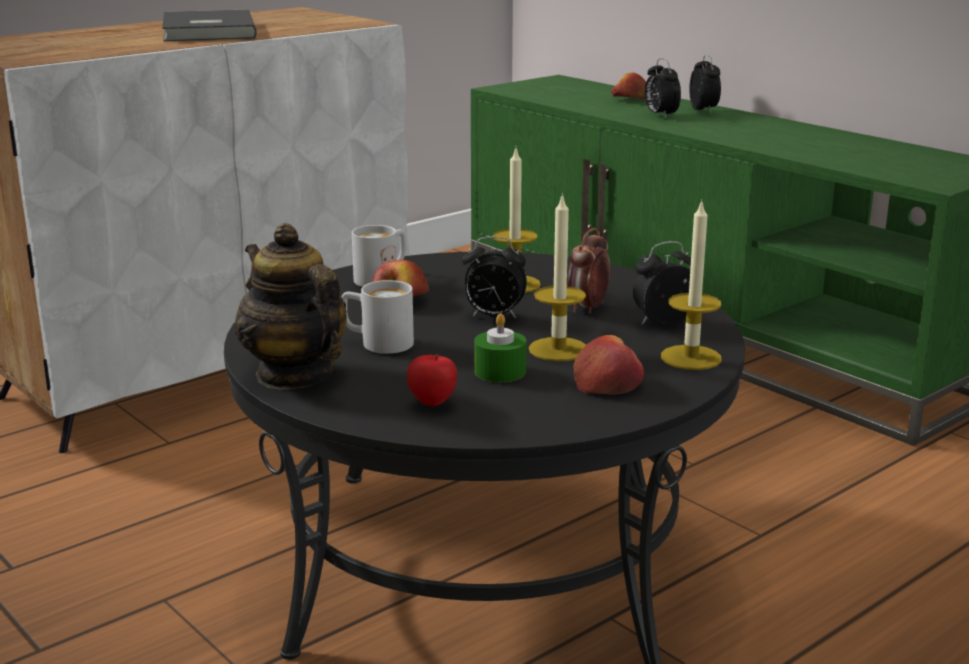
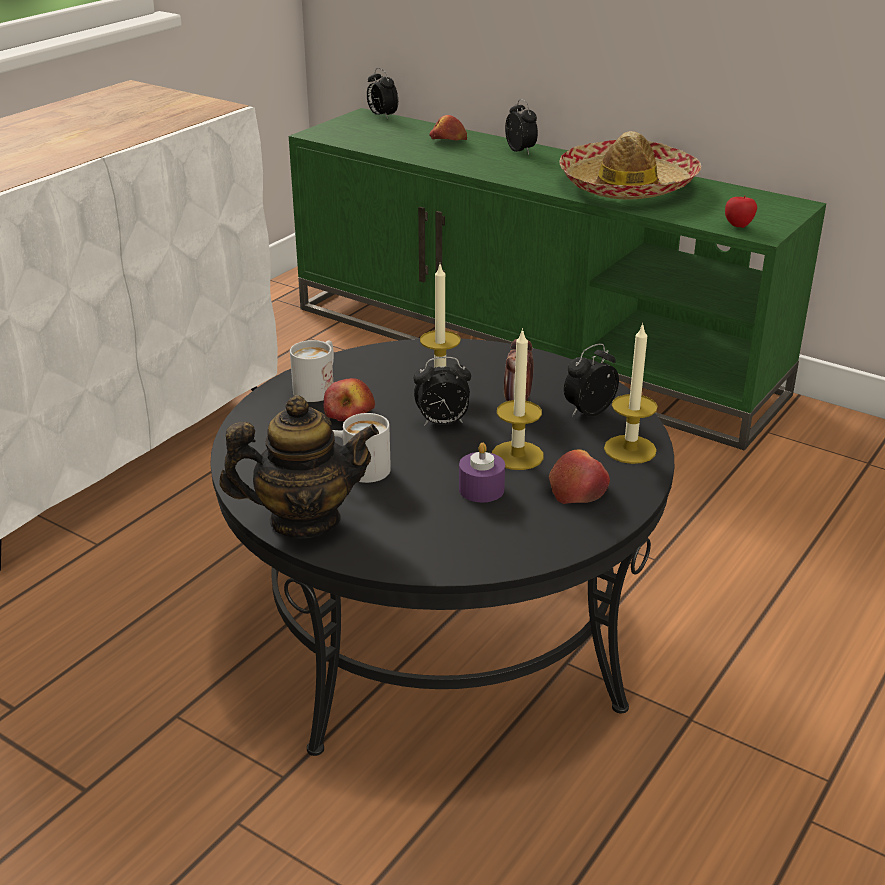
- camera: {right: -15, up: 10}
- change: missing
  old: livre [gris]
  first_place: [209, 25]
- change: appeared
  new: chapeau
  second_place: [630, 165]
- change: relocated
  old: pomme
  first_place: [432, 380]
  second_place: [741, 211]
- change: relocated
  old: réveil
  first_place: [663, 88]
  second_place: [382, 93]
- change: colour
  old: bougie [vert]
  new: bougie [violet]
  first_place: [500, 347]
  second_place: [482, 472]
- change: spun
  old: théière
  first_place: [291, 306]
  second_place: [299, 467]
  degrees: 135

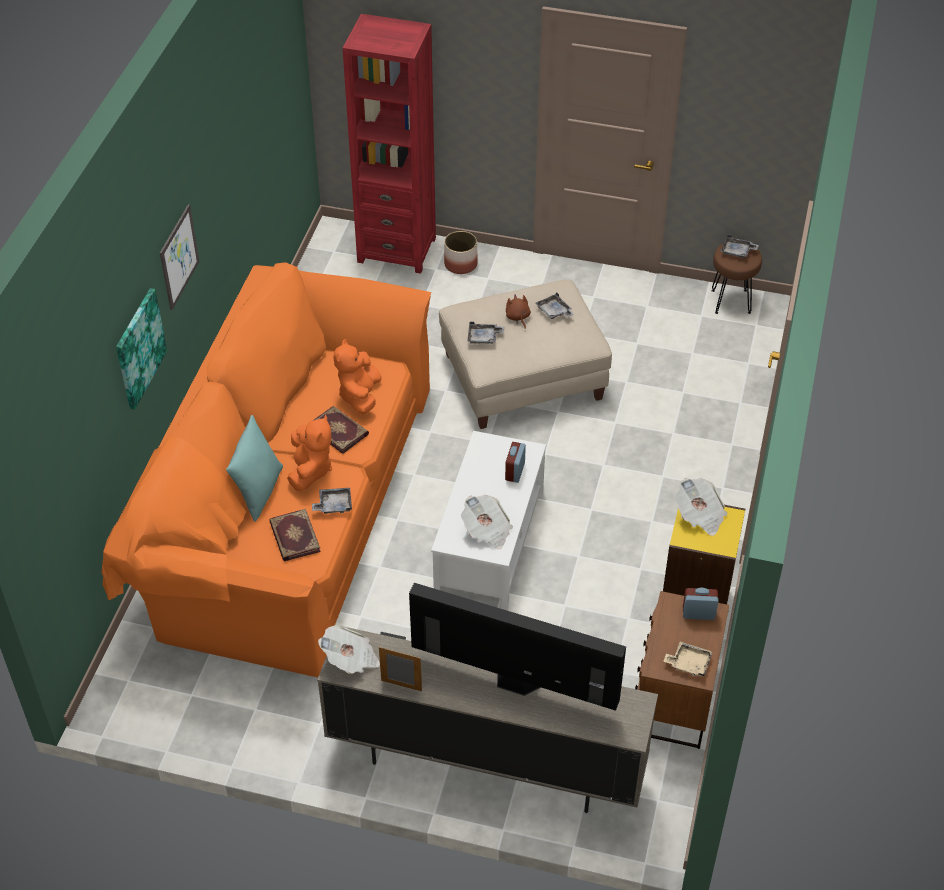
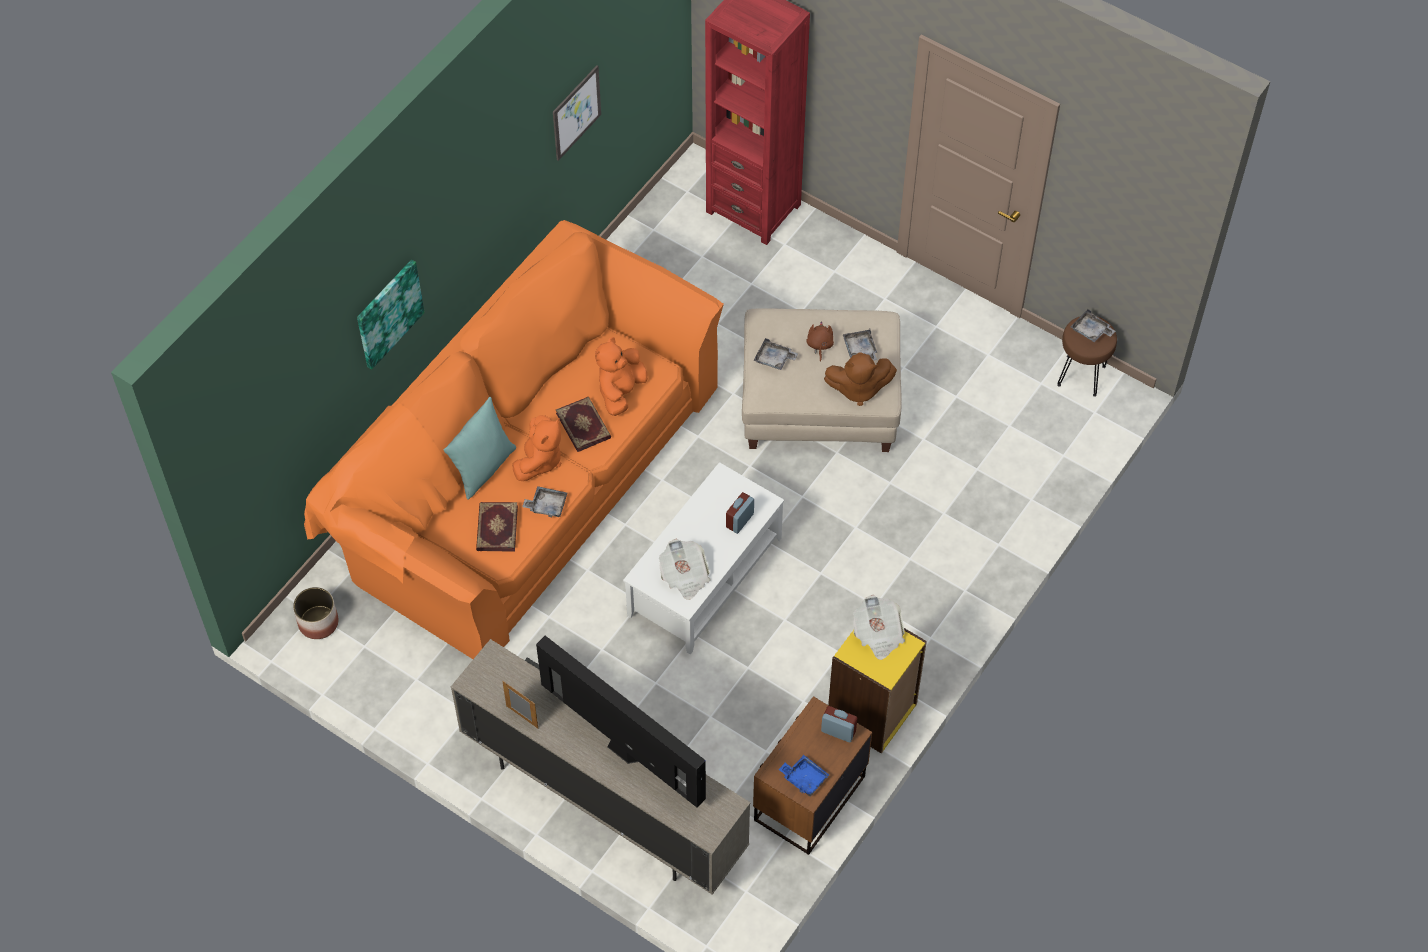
- camera: {right: 20, up: 10}
- change: missing
  old: journal
  first_place: [349, 649]
- change: appeared
  new: peluche [marron]
  second_place: [860, 379]
- change: relocated
  old: tableau
  first_place: [179, 257]
  second_place: [577, 113]
- change: relocated
  old: cache-pot
  first_place: [461, 252]
  second_place: [316, 613]
- change: colour
  old: plateau [beige]
  new: plateau [bleu]
  first_place: [687, 659]
  second_place: [803, 775]

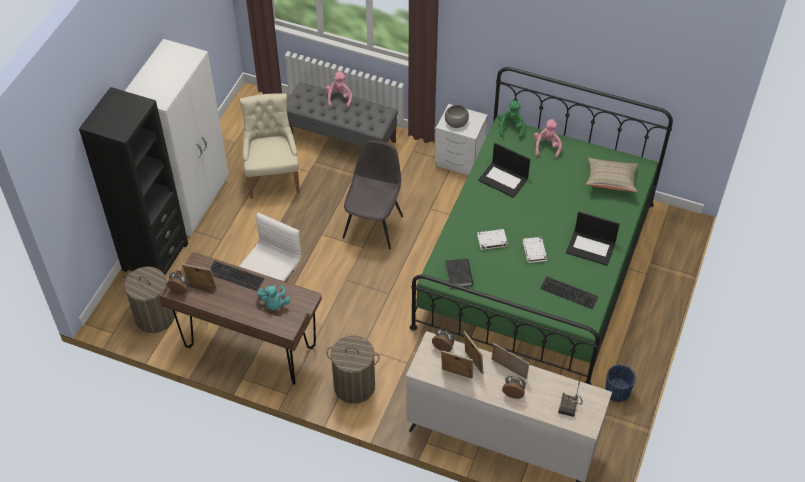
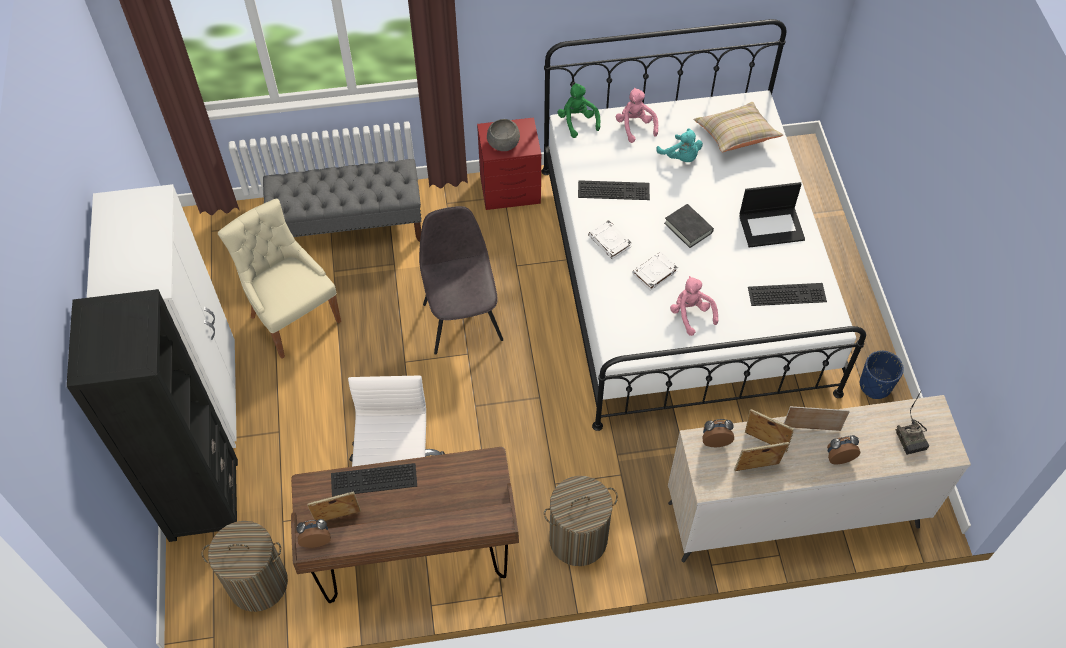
- camera: {right: -30, up: 5}
- change: relocated
  old: peluche [turquoise]
  first_place: [273, 297]
  second_place: [679, 145]
- change: relocated
  old: peluche [rose]
  first_place: [338, 89]
  second_place: [694, 306]
- change: relocated
  old: livre [noir]
  first_place: [459, 273]
  second_place: [689, 226]
- change: relocated
  old: livre [blanc]
  first_place: [534, 250]
  second_place: [610, 239]
- change: exchanged
  old: ordinateur portable
  new: clavier
  first_place: [504, 170]
  second_place: [614, 190]
- change: colour
  old: lit [vert]
  new: lit [blanc]
  first_place: [541, 226]
  second_place: [703, 225]
- change: colour
  old: table de chevet [blanc]
  new: table de chevet [rouge]
  first_place: [461, 139]
  second_place: [509, 163]

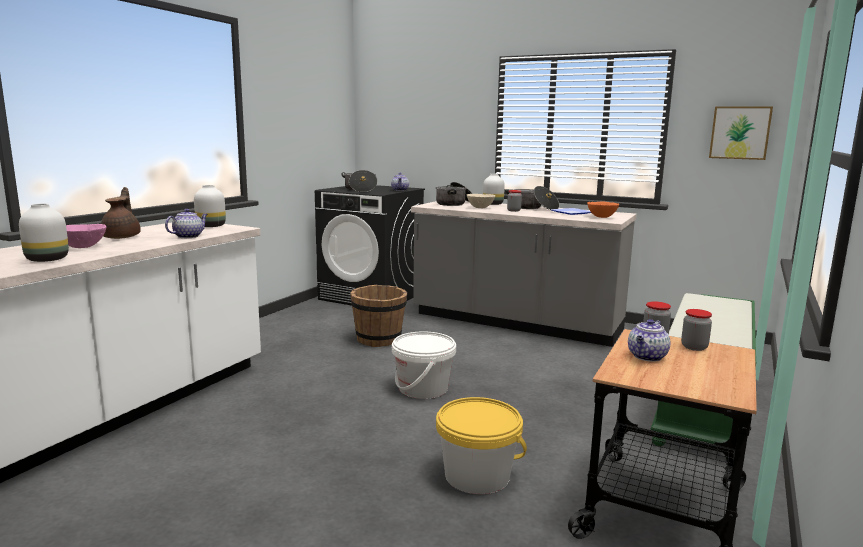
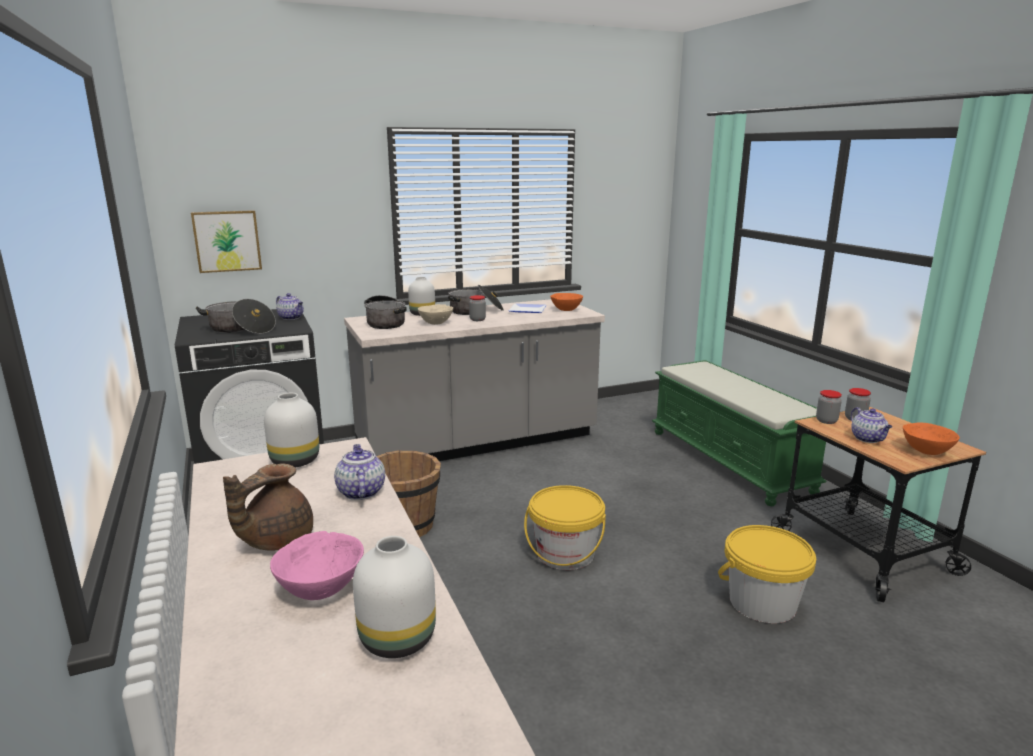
- camera: {right: -50, up: 5}
- change: appeared
  new: bol [orange]
  second_place: [931, 439]
- change: relocated
  old: tableau
  first_place: [741, 133]
  second_place: [226, 241]
- change: colour
  old: seau [blanc]
  new: seau [jaune]
  first_place: [424, 365]
  second_place: [565, 527]
- change: spun
  old: théière [marron]
  first_place: [121, 213]
  second_place: [268, 507]
  degrees: -90

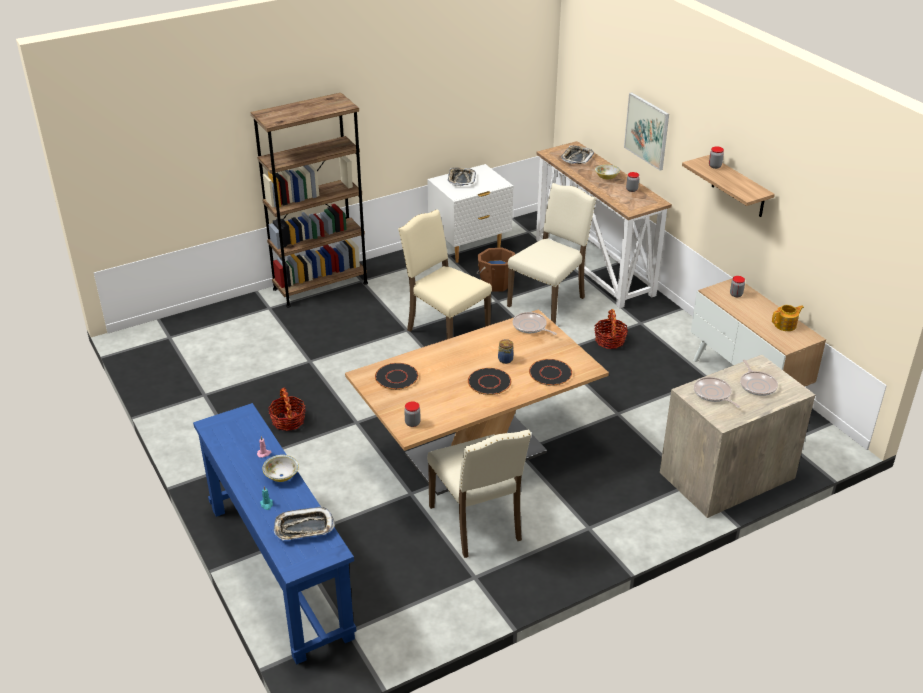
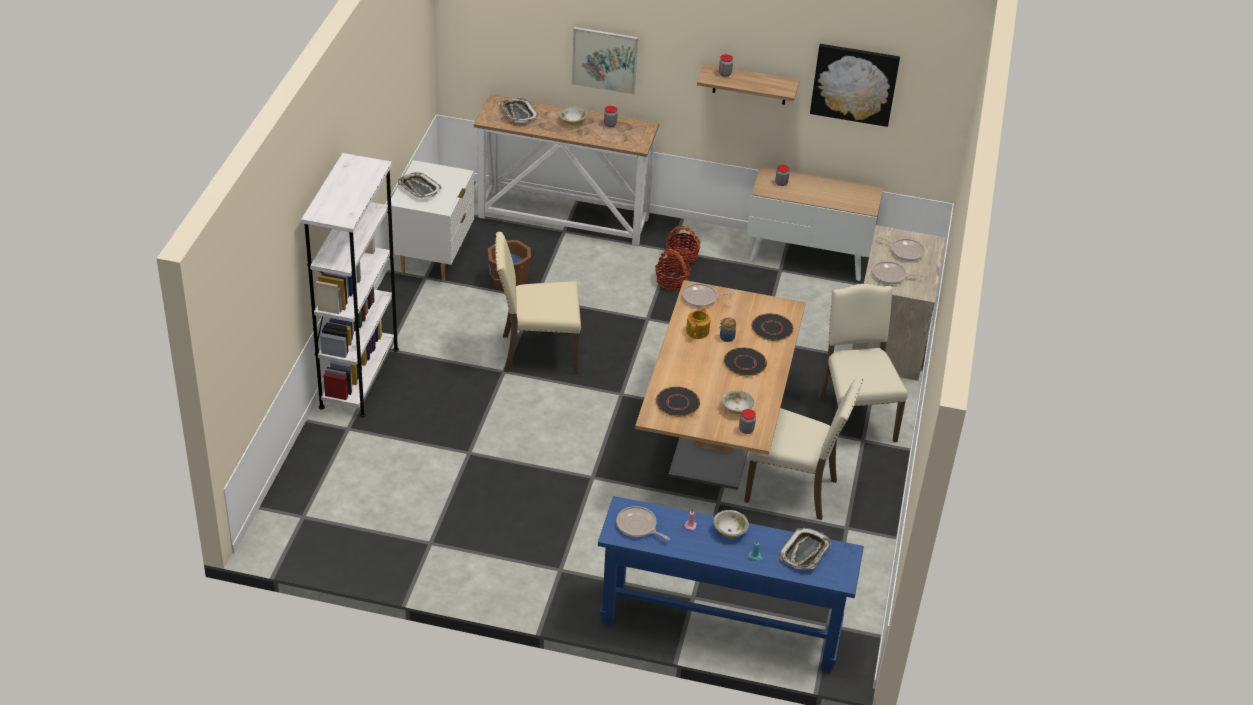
- camera: {right: -50, up: 5}
- change: appeared
  new: poêle
  second_place: [643, 523]
- change: appeared
  new: bol
  second_place: [738, 402]
- change: appeared
  new: tableau
  second_place: [855, 85]
- change: relocated
  old: panier
  first_place: [287, 409]
  second_place: [683, 245]
- change: relocated
  old: chaise [beige]
  first_place: [552, 253]
  second_place: [863, 362]
- change: relocated
  old: théière
  first_place: [788, 318]
  second_place: [698, 322]
- change: colour
  old: bibliothèque [marron]
  new: bibliothèque [blanc]
  first_place: [309, 200]
  second_place: [350, 285]

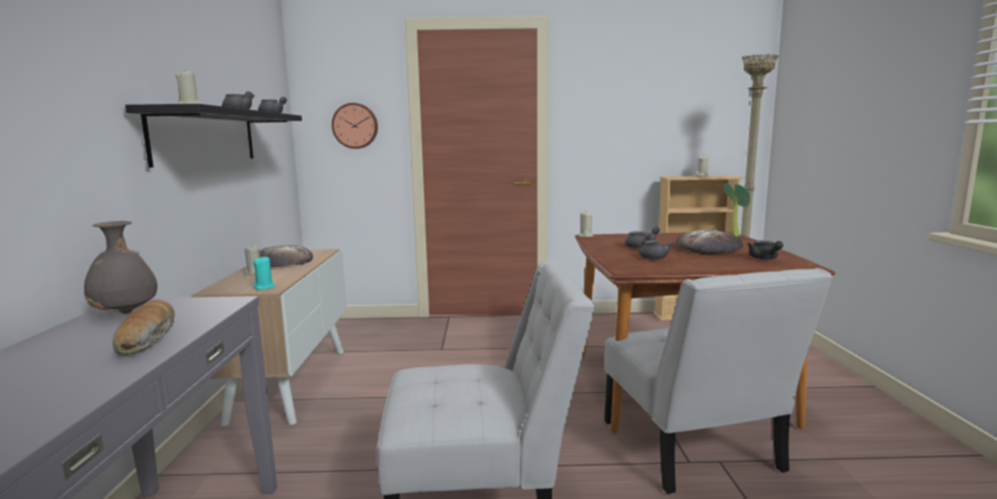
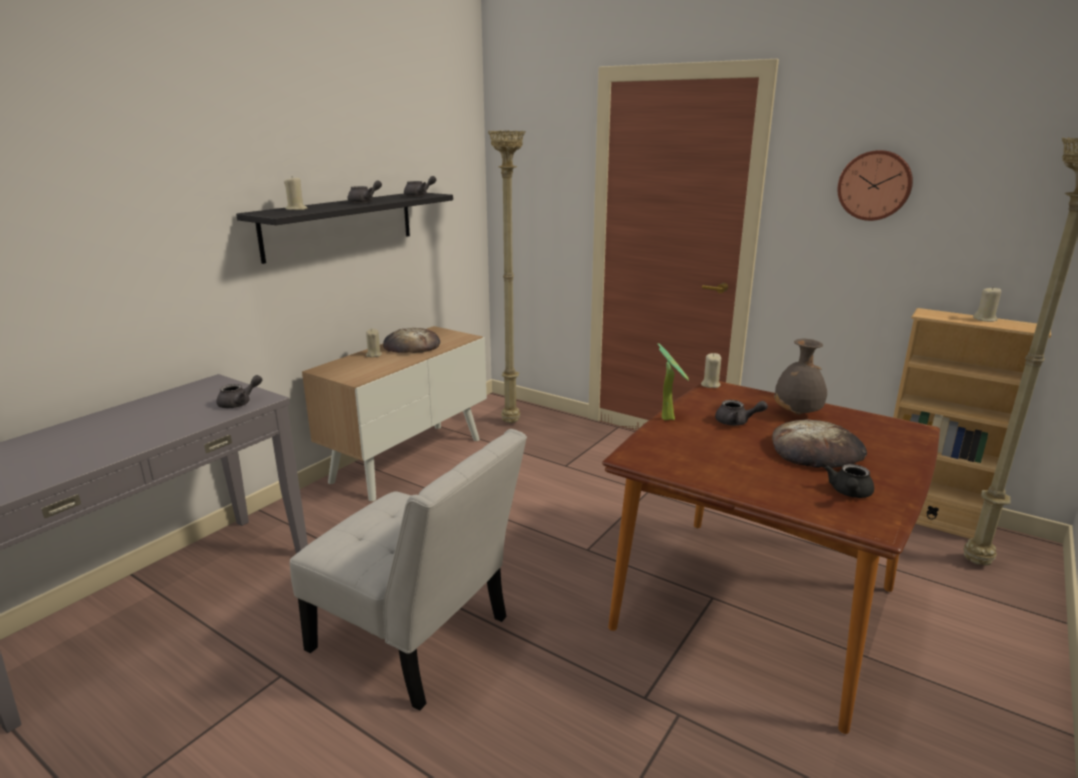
- camera: {right: 35, up: 10}
- change: missing
  old: pain
  first_place: [143, 328]
- change: missing
  old: bougie [turquoise]
  first_place: [264, 273]
- change: missing
  old: chaise [blanc]
  first_place: [718, 381]
- change: appeared
  new: lampadaire [beige]
  second_place: [507, 276]
- change: relocated
  old: vase [gris]
  first_place: [121, 267]
  second_place: [800, 376]
- change: relocated
  old: horloge murale
  first_place: [355, 126]
  second_place: [875, 185]
- change: relocated
  old: théière [gris]
  first_place: [656, 246]
  second_place: [239, 391]
- change: relocated
  old: plante en pot
  first_place: [737, 210]
  second_place: [673, 381]

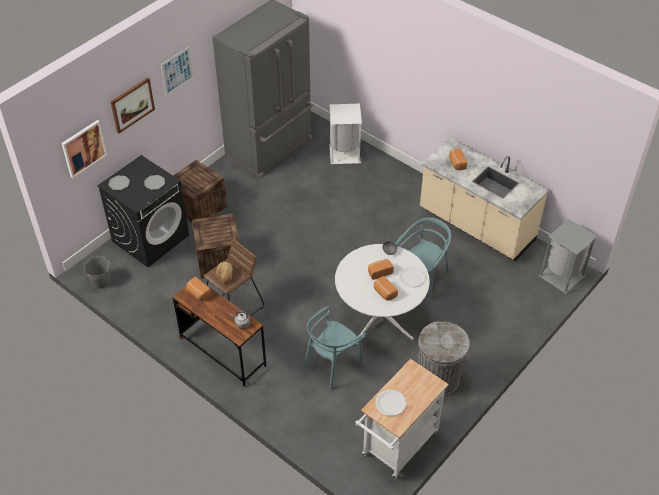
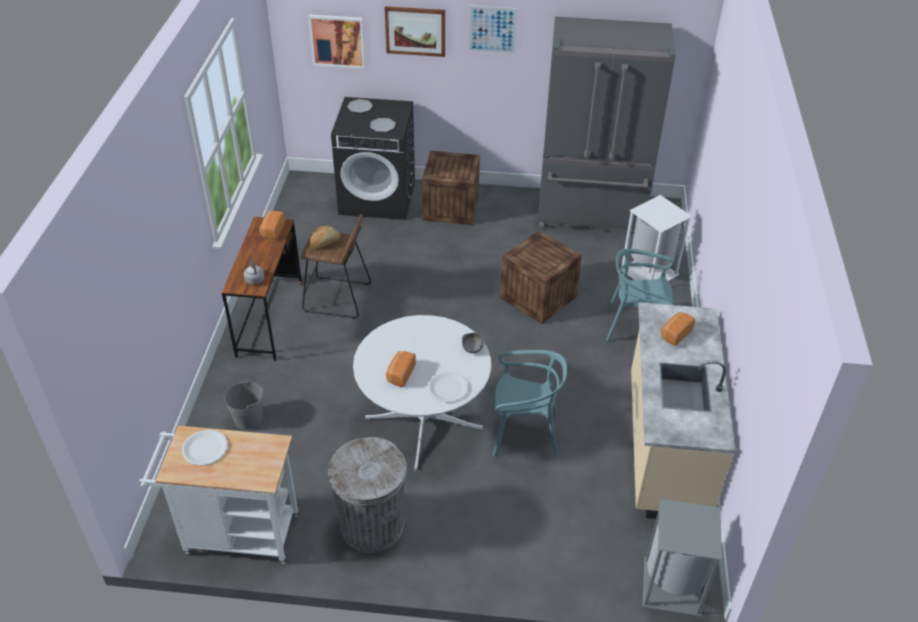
- camera: {right: 55, up: -5}
- change: missing
  old: pain
  first_place: [381, 269]
- change: relocated
  old: seau [gris]
  first_place: [97, 272]
  second_place: [244, 405]
- change: relocated
  old: caisse
  first_place: [215, 246]
  second_place: [541, 277]
- change: relocated
  old: chaise [turquoise]
  first_place: [335, 348]
  second_place: [640, 295]

